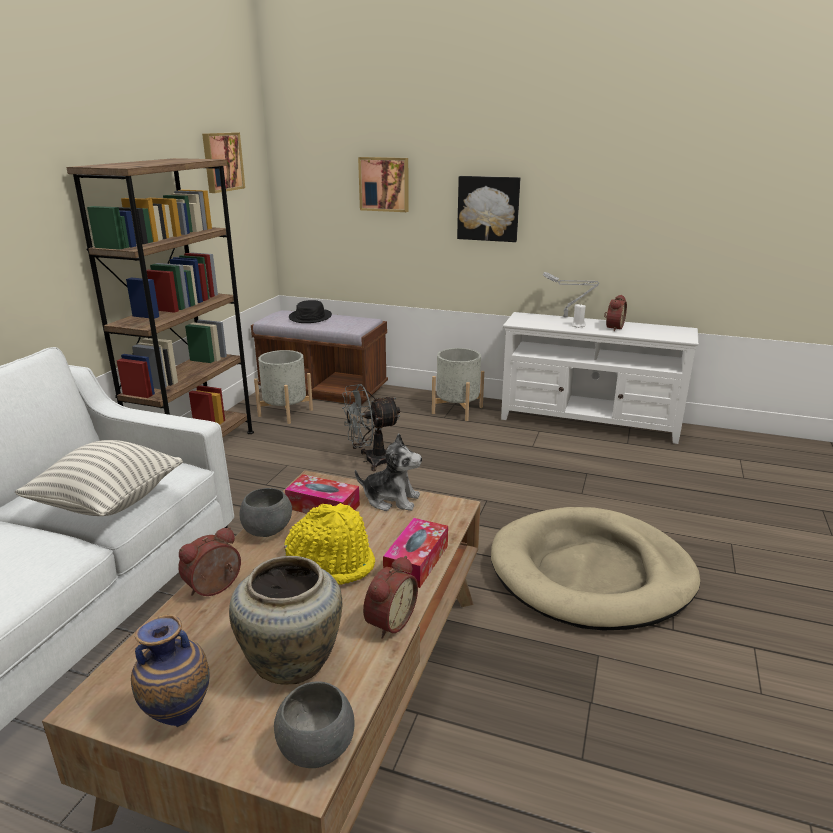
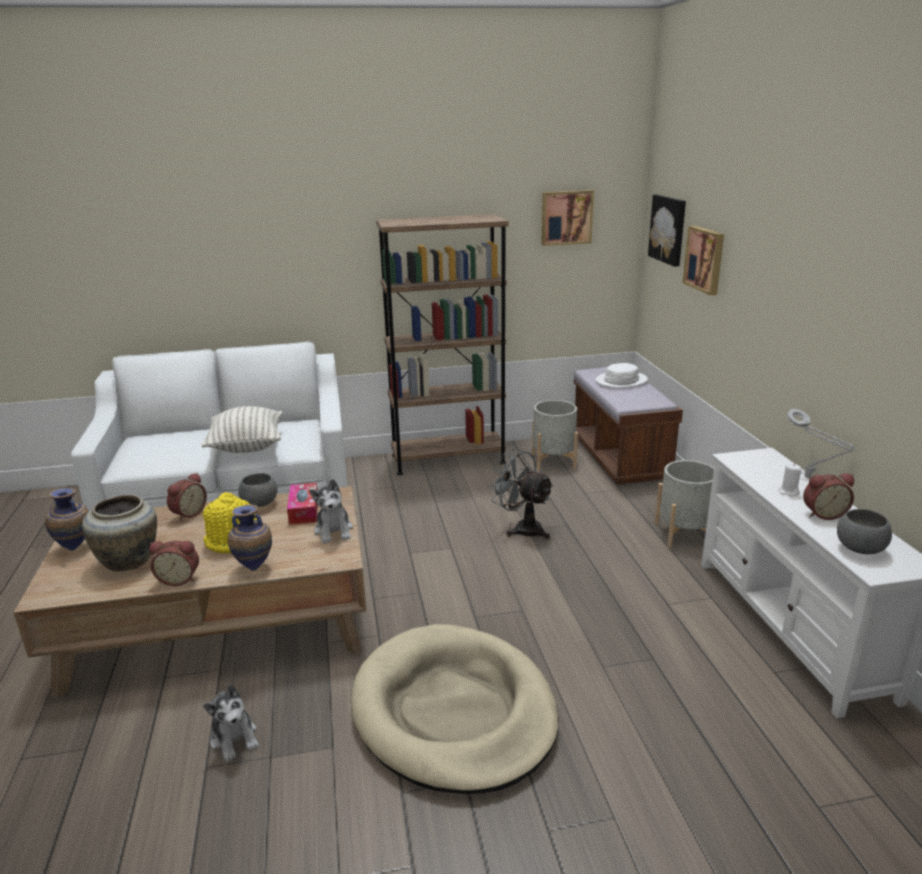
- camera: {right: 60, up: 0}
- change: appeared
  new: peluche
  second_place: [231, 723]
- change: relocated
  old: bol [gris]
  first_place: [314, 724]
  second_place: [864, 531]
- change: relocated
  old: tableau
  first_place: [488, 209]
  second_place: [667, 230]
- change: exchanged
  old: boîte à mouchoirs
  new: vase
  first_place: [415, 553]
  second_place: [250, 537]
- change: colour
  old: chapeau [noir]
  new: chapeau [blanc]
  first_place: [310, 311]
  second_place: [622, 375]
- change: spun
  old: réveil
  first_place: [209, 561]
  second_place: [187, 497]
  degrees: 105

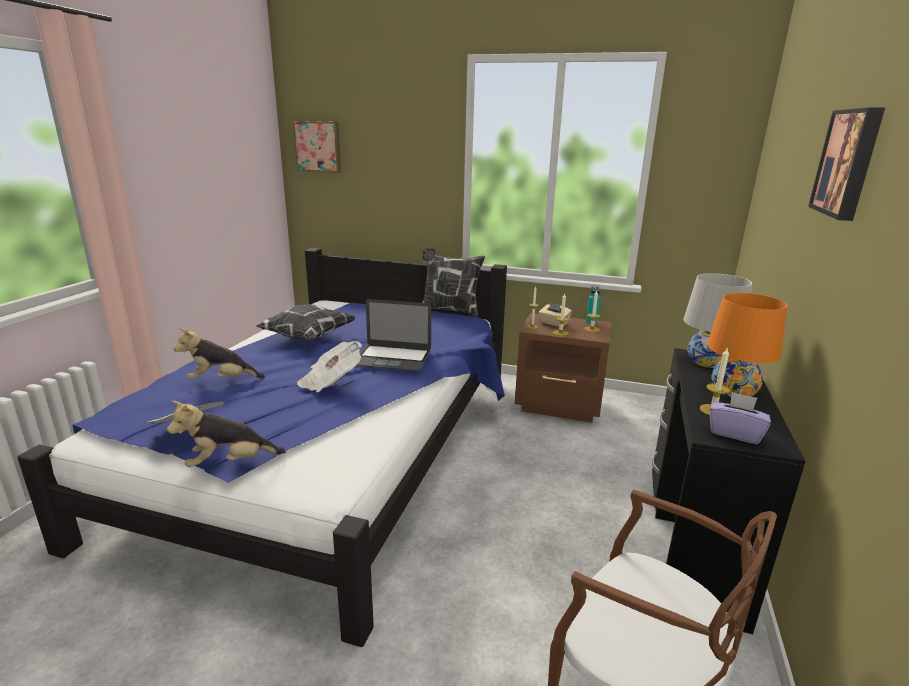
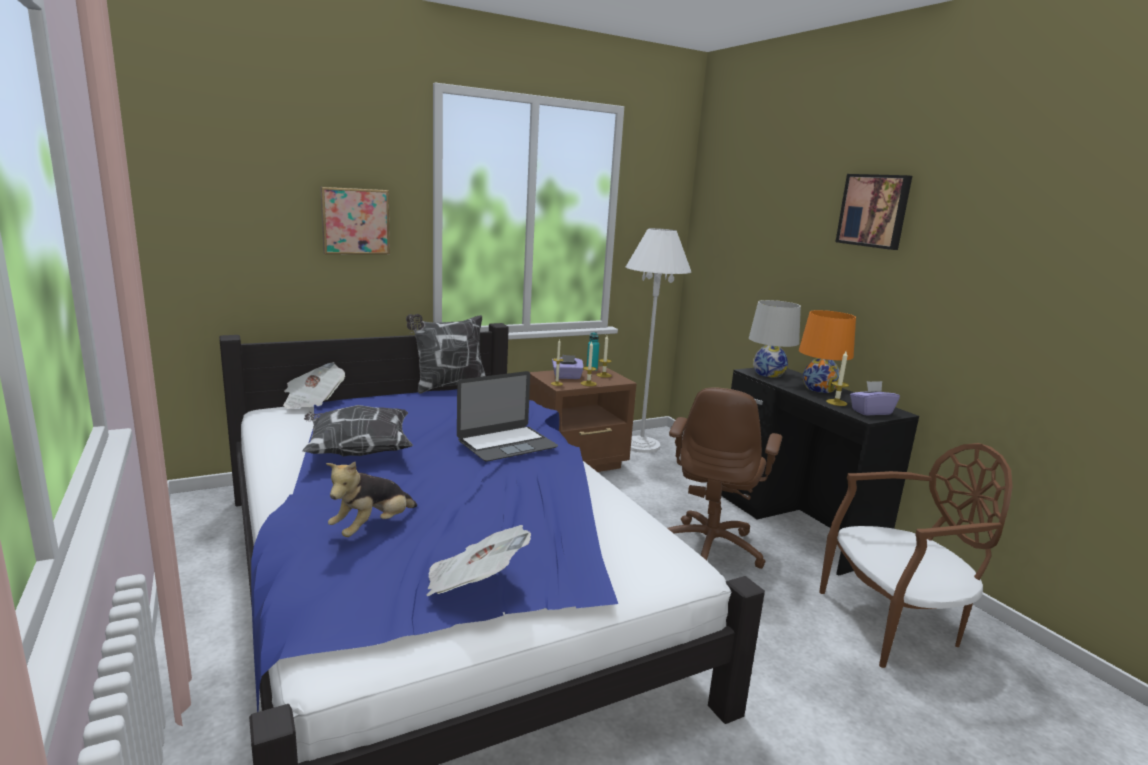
- camera: {right: -45, up: -5}
- change: missing
  old: peluche
  first_place: [226, 434]
- change: appeared
  new: lampadaire [blanc]
  second_place: [658, 340]
- change: appeared
  new: chaise de bureau [marron]
  second_place: [724, 478]
- change: relocated
  old: tableau
  first_place: [317, 147]
  second_place: [355, 221]
- change: relocated
  old: journal
  first_place: [329, 366]
  second_place: [314, 385]
- change: colour
  old: boîte à mouchoirs [beige]
  new: boîte à mouchoirs [violet]
  first_place: [555, 314]
  second_place: [568, 367]

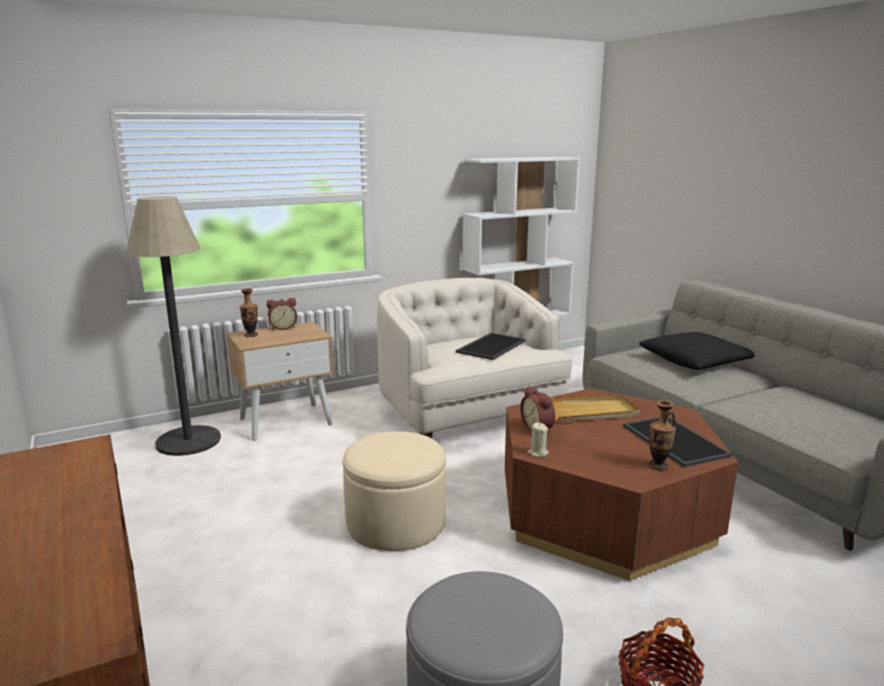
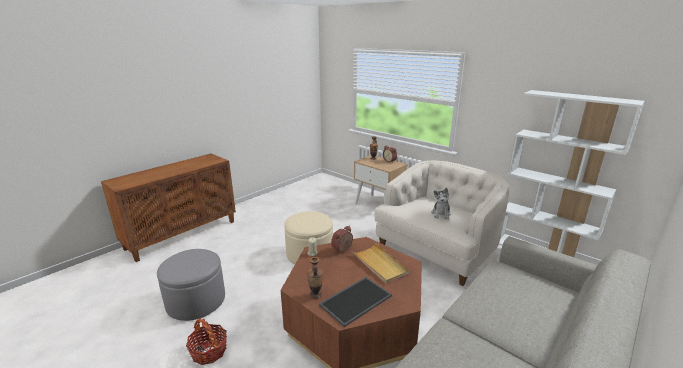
- camera: {right: 70, up: 5}
- change: missing
  old: lampadaire
  first_place: [173, 326]
- change: missing
  old: coussin [noir]
  first_place: [696, 351]
- change: exchanged
  old: plateau
  new: peluche
  first_place: [491, 346]
  second_place: [441, 204]

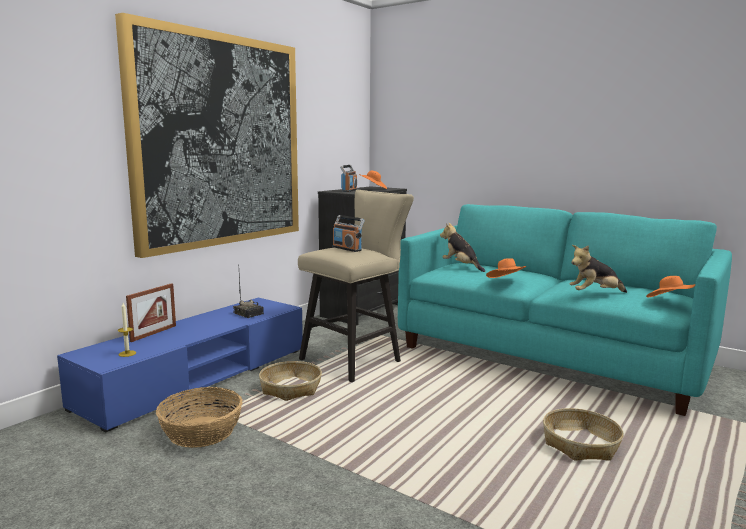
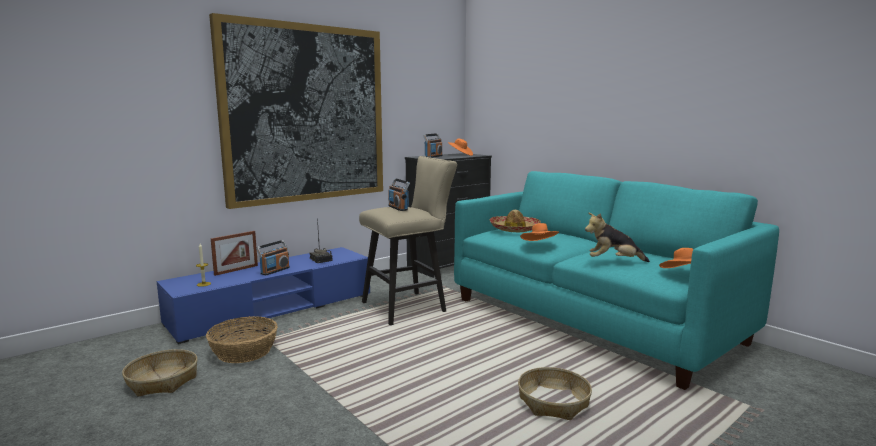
- camera: {right: 15, up: 0}
- change: appeared
  new: radio
  second_place: [273, 257]
- change: relocated
  old: panier
  first_place: [290, 381]
  second_place: [160, 373]
- change: exchanged
  old: peluche
  new: chapeau
  first_place: [462, 247]
  second_place: [515, 221]

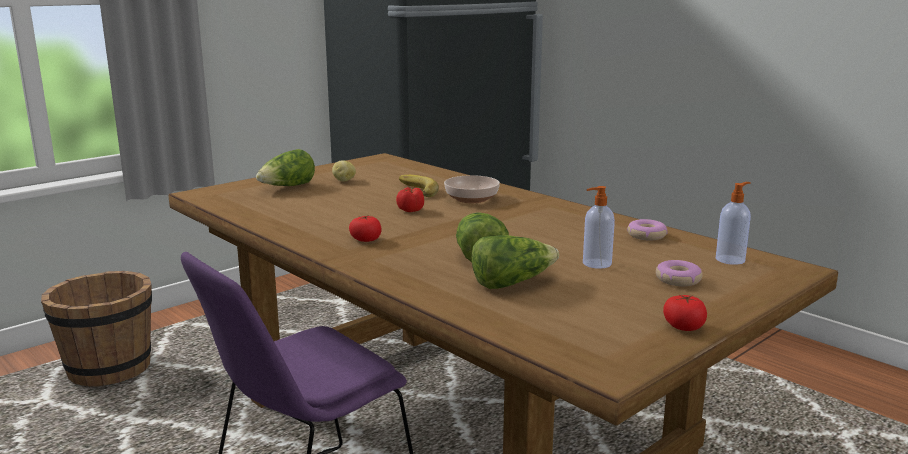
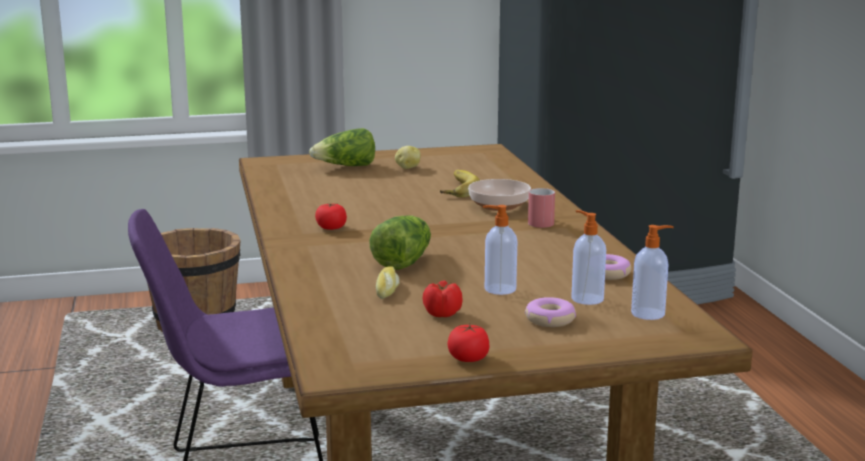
- camera: {right: 30, up: 0}
- change: appeared
  new: mug [rouge]
  second_place: [541, 208]
- change: appeared
  new: distributeur de savon
  second_place: [588, 257]
- change: relocated
  old: tomate
  first_place: [410, 199]
  second_place: [442, 298]
- change: exchanged
  old: laitue
  new: pain
  first_place: [515, 262]
  second_place: [388, 282]

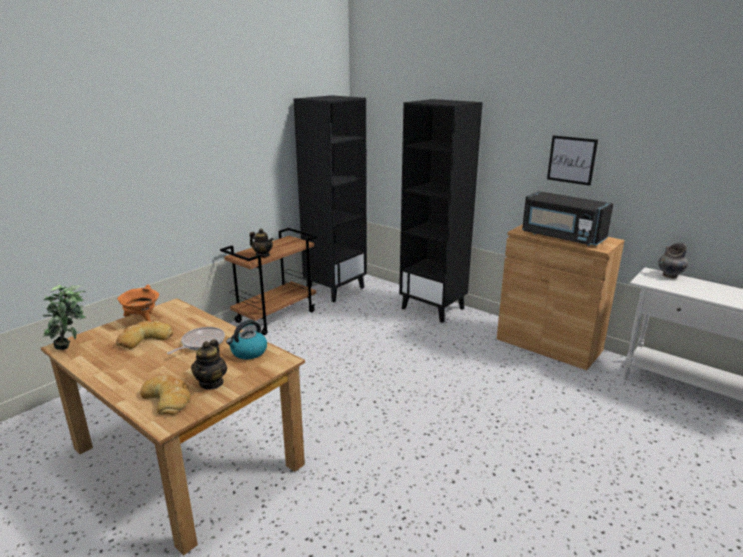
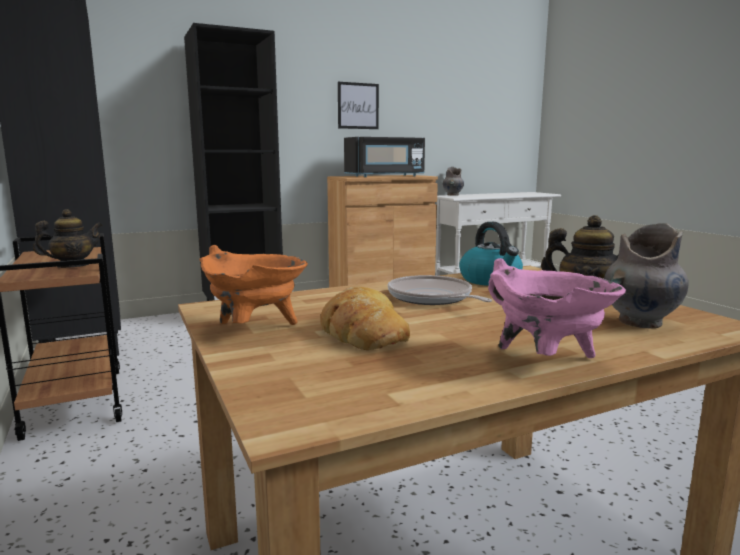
- camera: {right: -65, up: -10}
- change: missing
  old: plante en pot
  first_place: [64, 317]
- change: appeared
  new: marmite [rose]
  second_place: [557, 308]
- change: exchanged
  old: pain
  new: vase [gris]
  first_place: [165, 395]
  second_place: [646, 275]

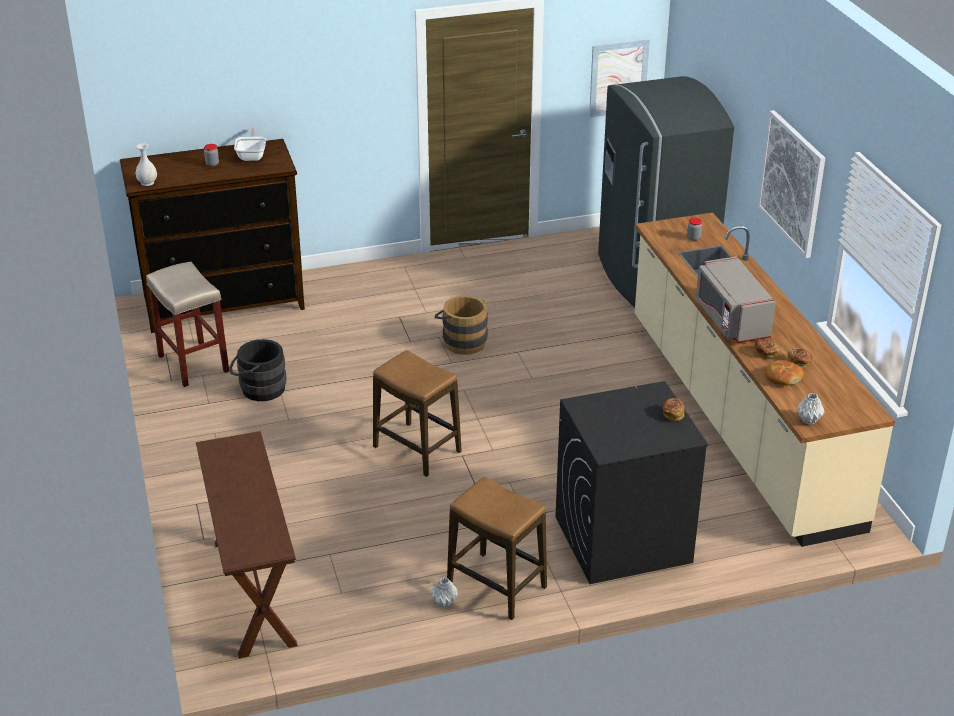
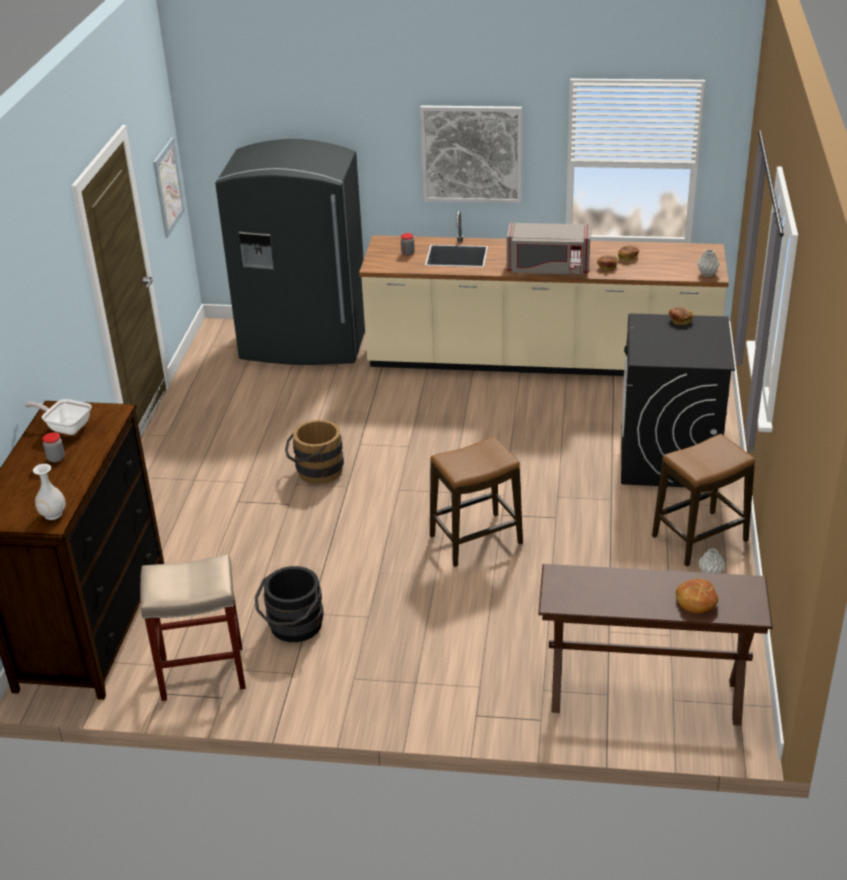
- camera: {right: -65, up: 0}
- change: relocated
  old: pain
  first_place: [784, 372]
  second_place: [697, 596]

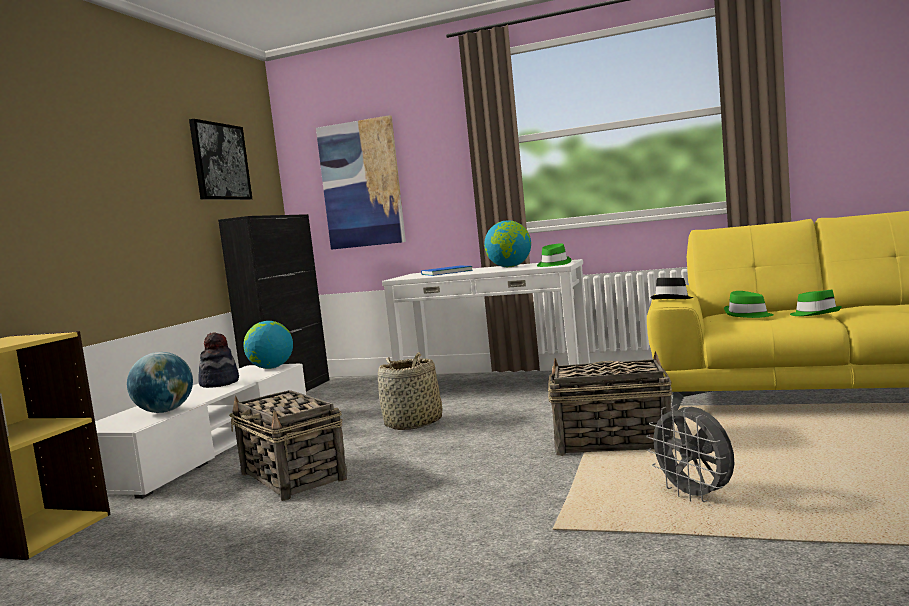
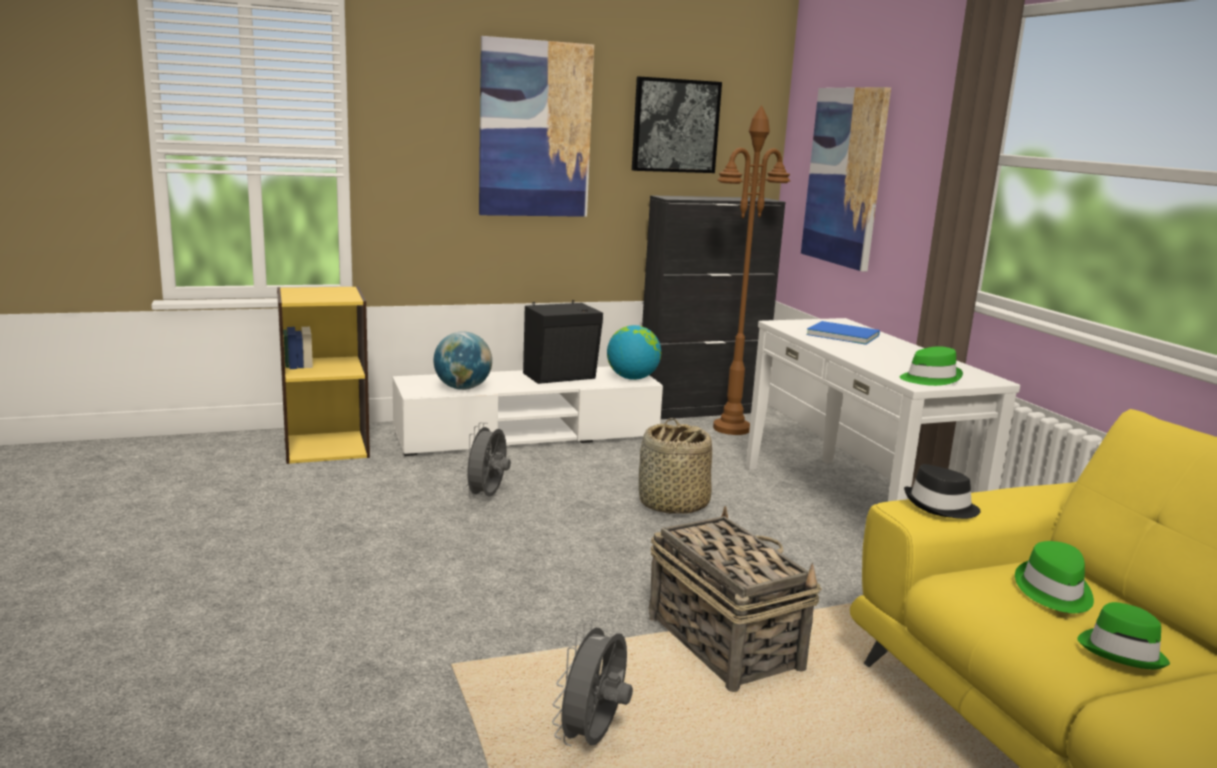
- camera: {right: 50, up: 10}
- change: missing
  old: globe
  first_place: [507, 243]
- change: appeared
  new: tableau
  second_place: [536, 126]
- change: appeared
  new: lampadaire [marron]
  second_place: [751, 270]
- change: exchanged
  old: chapeau
  new: enceinte [noir]
  first_place: [218, 360]
  second_place: [563, 342]
- change: exchanged
  old: panier
  new: ventilateur [gris]
  first_place: [288, 445]
  second_place: [486, 460]

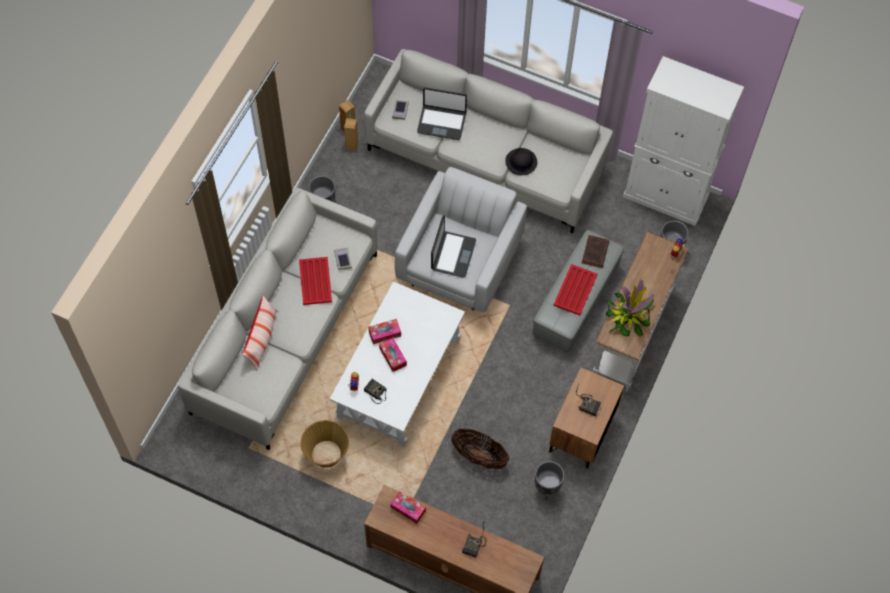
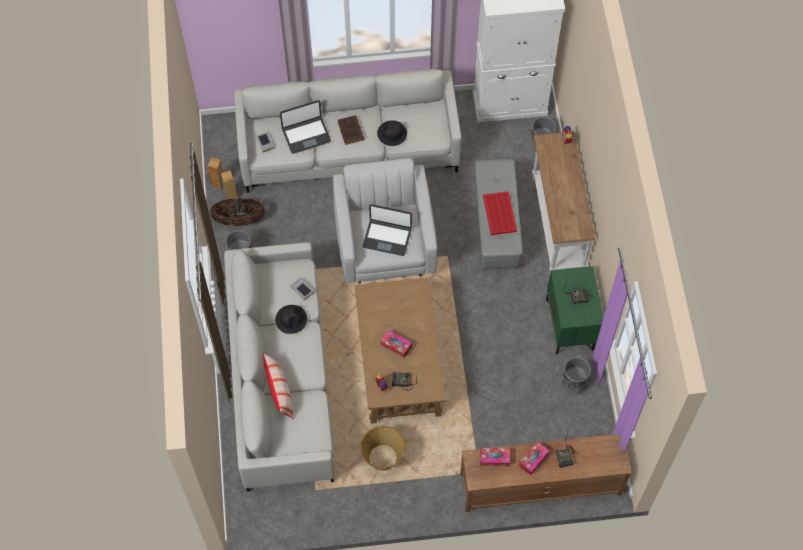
- camera: {right: -30, up: 0}
- change: missing
  old: plante en pot
  first_place: [630, 308]
- change: relocated
  old: boîte à mouchoirs
  first_place: [384, 331]
  second_place: [534, 458]
- change: relocated
  old: panier
  first_place: [480, 449]
  second_place: [237, 212]
- change: relocated
  old: livre [marron]
  first_place: [595, 251]
  second_place: [351, 130]
- change: exchanged
  old: plateau [rouge]
  new: chapeau [noir]
  first_place: [315, 281]
  second_place: [291, 319]
- change: colour
  old: table basse [blanc]
  new: table basse [marron]
  first_place: [397, 364]
  second_place: [400, 351]
- change: colour
  old: table de chevet [marron]
  new: table de chevet [vert]
  first_place: [586, 418]
  second_place: [574, 310]
- change: spun
  old: ordinateur portable
  first_place: [453, 246]
  second_place: [387, 230]
  degrees: 120

